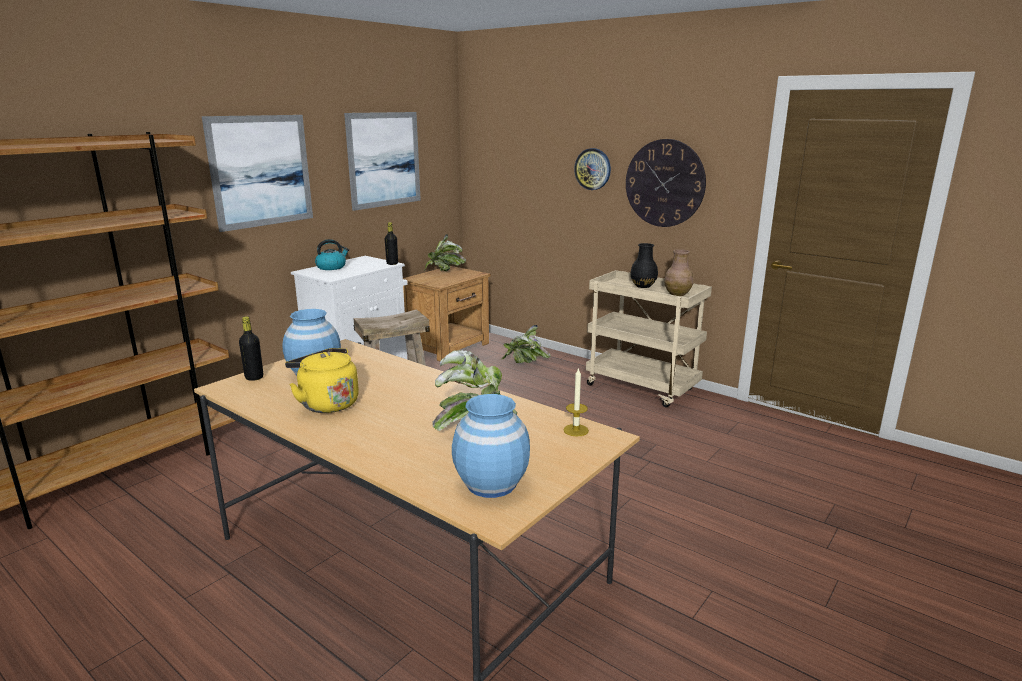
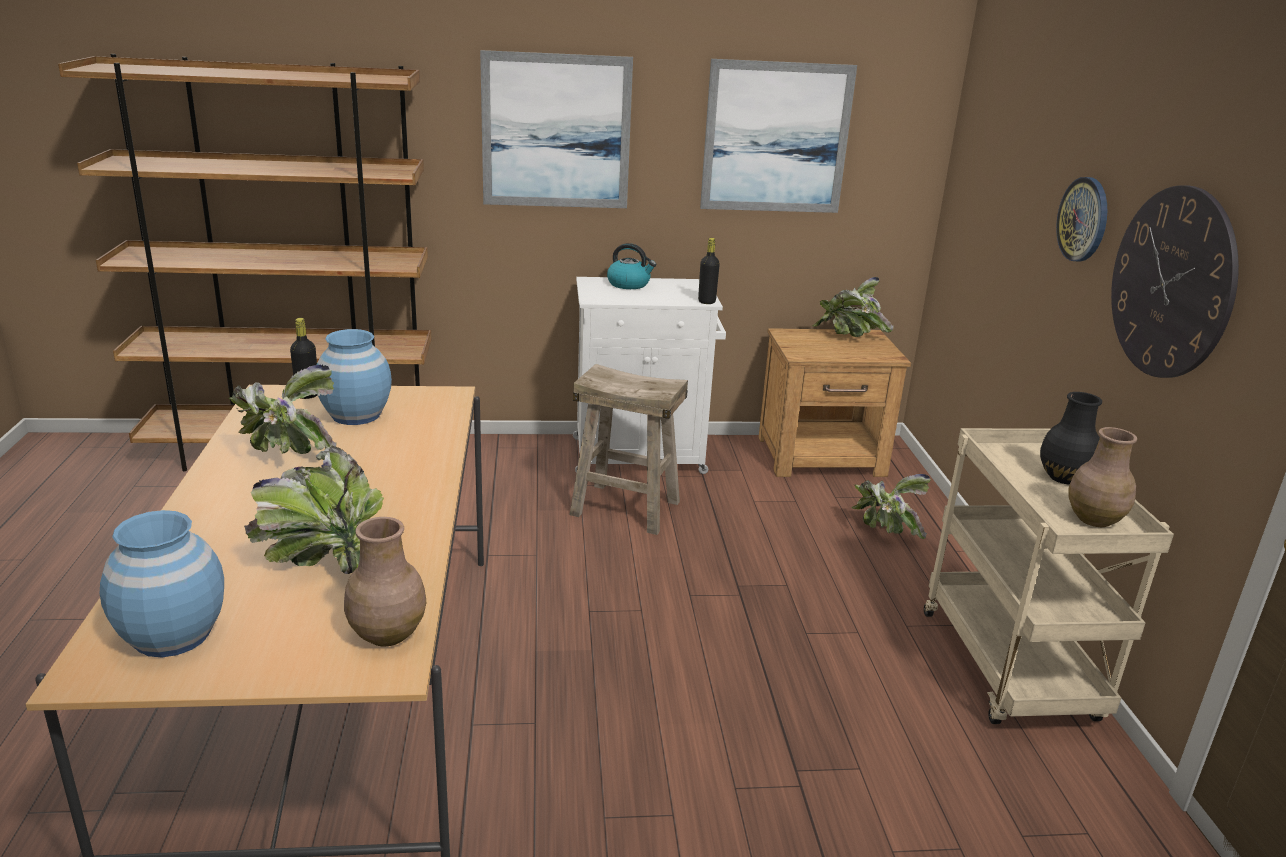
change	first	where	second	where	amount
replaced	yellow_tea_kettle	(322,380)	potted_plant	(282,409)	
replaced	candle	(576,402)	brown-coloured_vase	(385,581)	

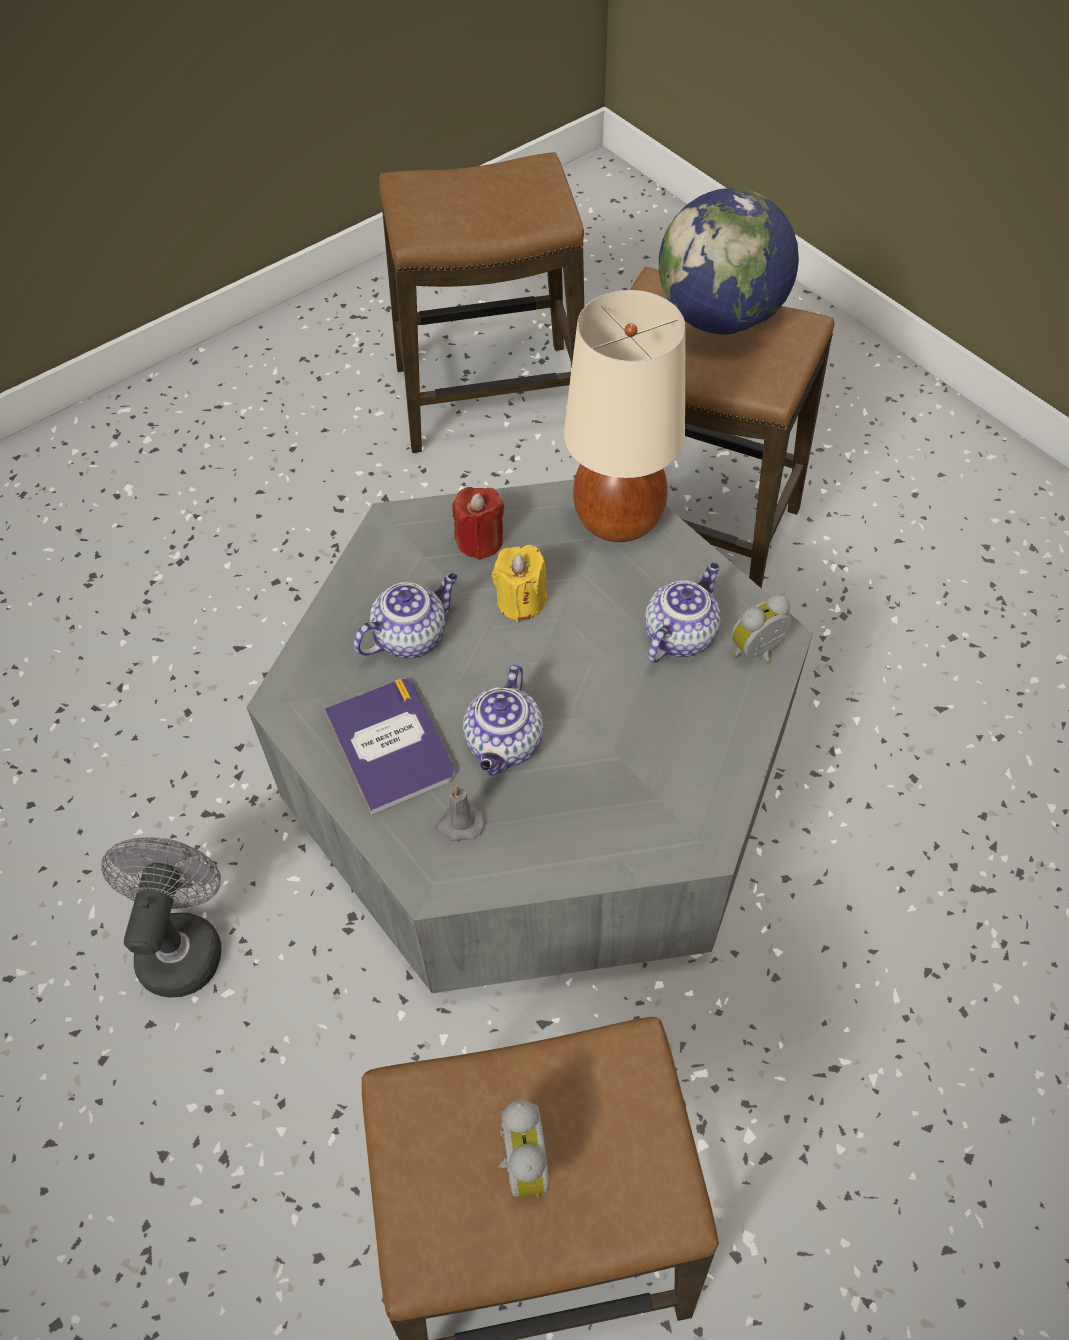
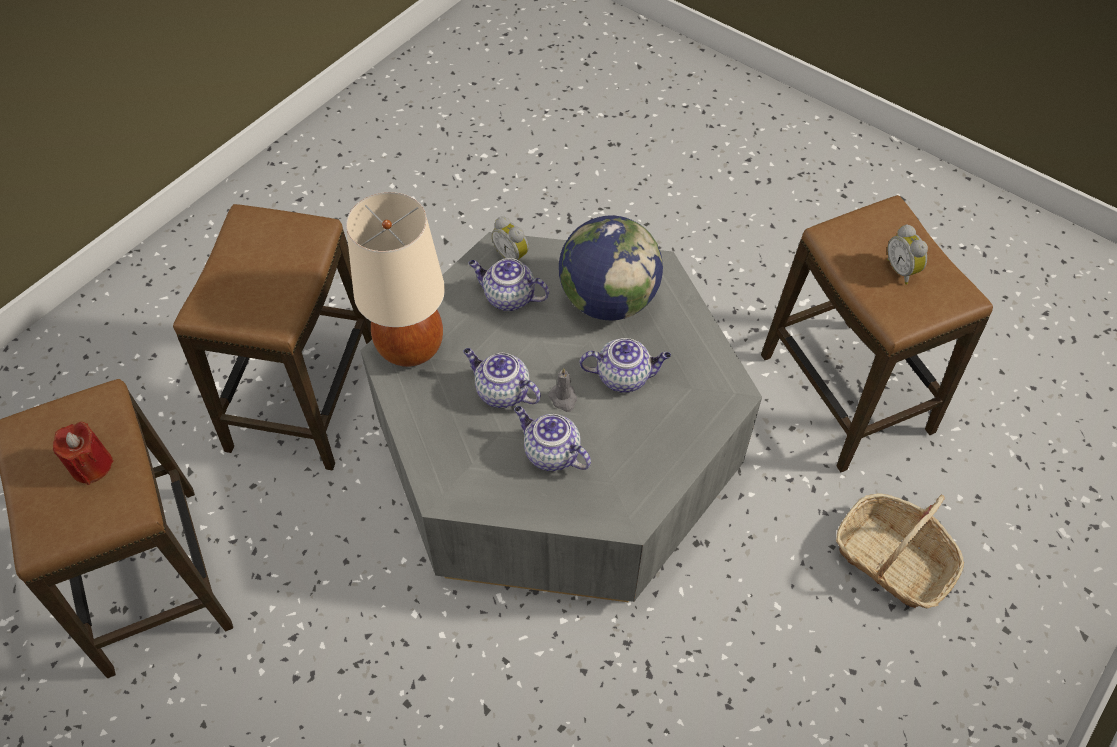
change	first	where	second	where	amount
removed	greyish_electric_fan	(161,917)			
removed	volume	(389,747)			
added			household_basket	(900,550)	
moved	greyish_candle	(459,813)		(562,390)	
moved	red-coloured_candle	(478,523)		(83,453)	
moved	globe	(729,261)		(611,267)	
replaced	yellow_candle	(519,583)	pot_for_tea	(502,378)	
turned	alarm_clock	(523,1148)		(907,254)	90 degrees counterclockwise

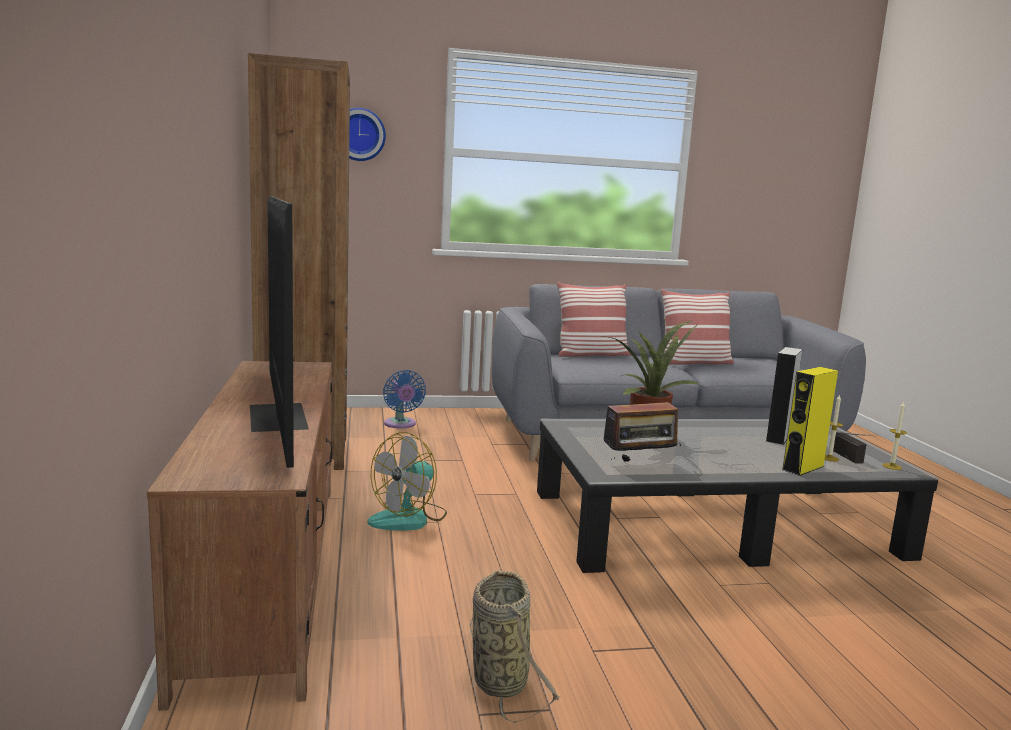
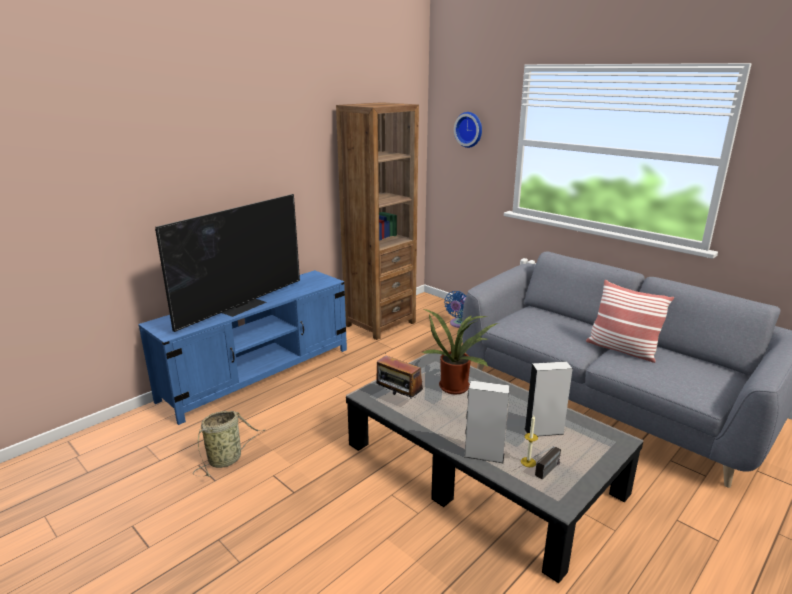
change	first	where	second	where	amount
removed	electric_fan	(407,481)			
removed	cushion	(594,319)			
removed	candle	(894,435)			
recoloured	brown-coloured_tv_unit	(239,536)	bluish_tv_unit	(242,347)	
recoloured	yellow_audio_speaker	(810,421)	greyish_audio_speaker	(487,422)	

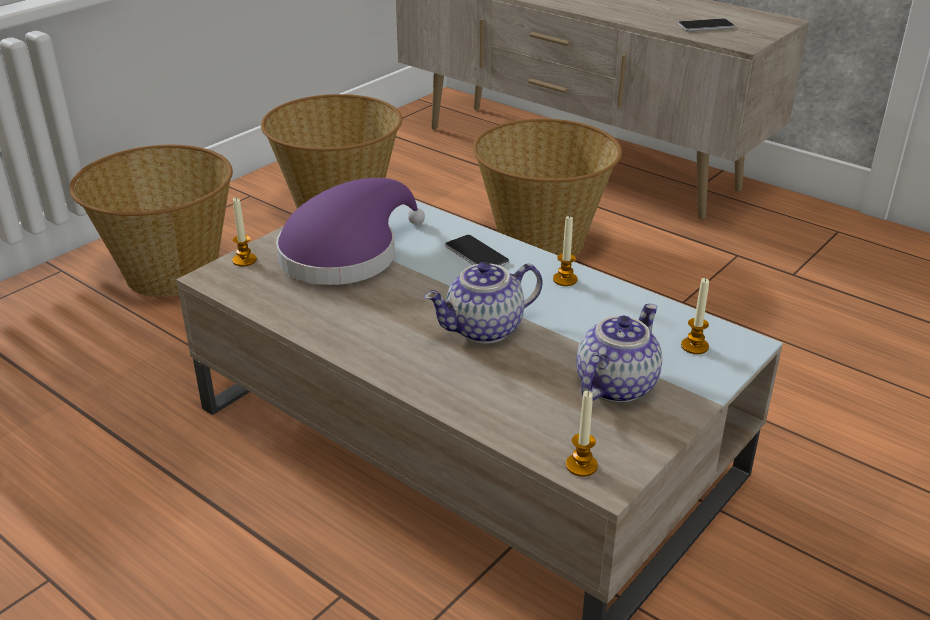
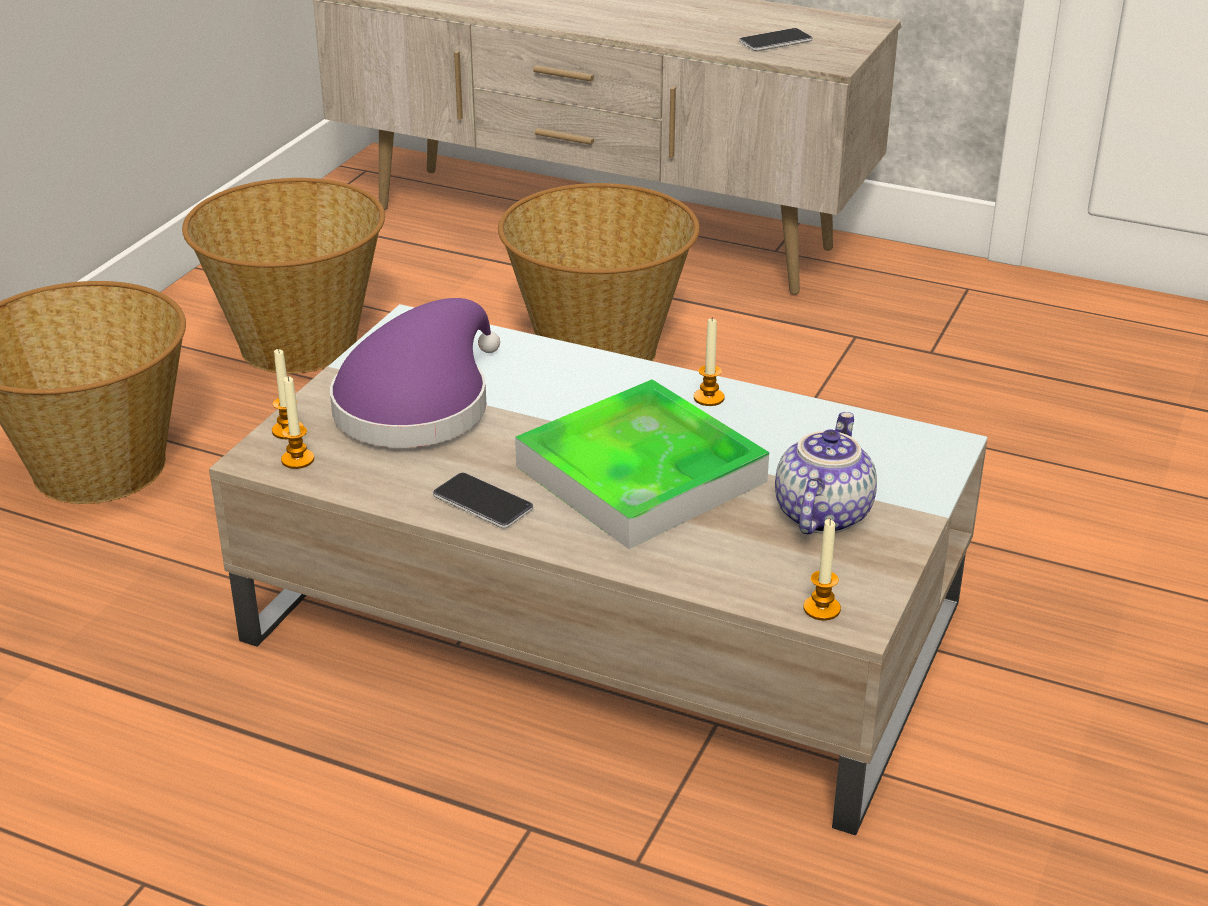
change	first	where	second	where	amount
moved	phone	(477,250)		(483,500)	
moved	candle	(695,316)		(297,422)	
replaced	pot_for_tea	(483,303)	tray	(642,464)	

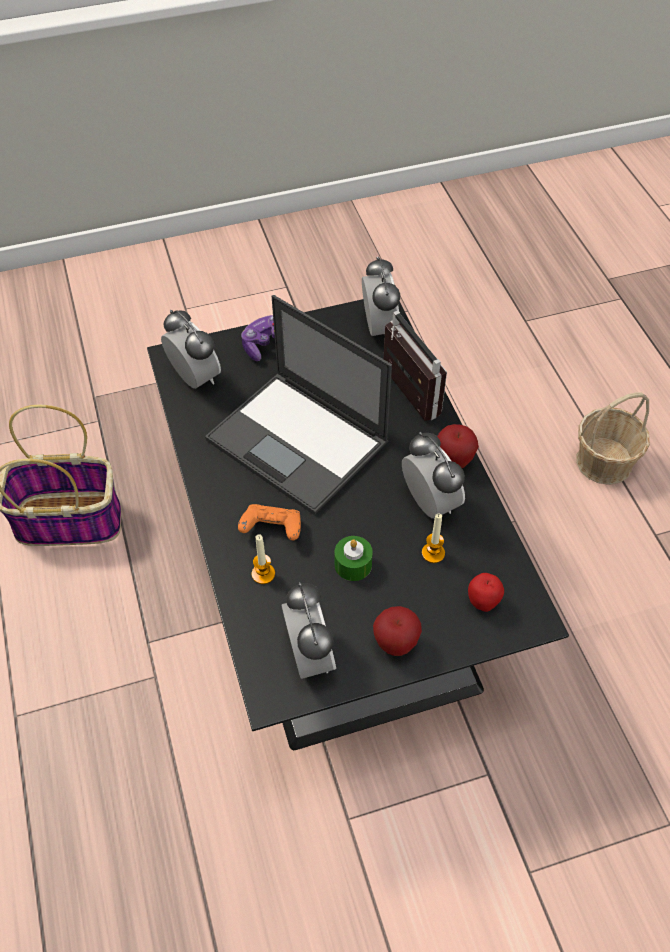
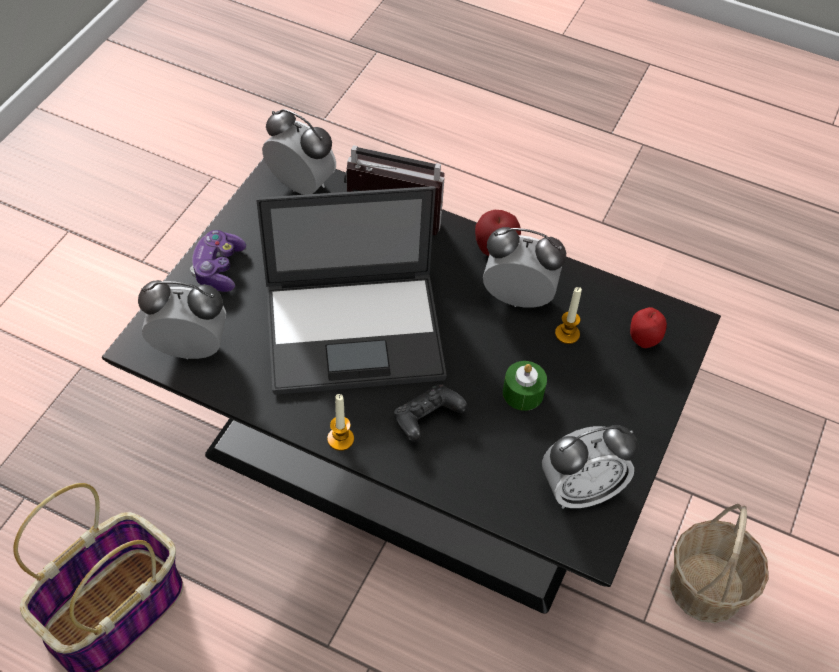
change	first	where	second	where	amount
removed	apple_fruit	(397,631)			
moved	candle	(263,559)		(340,422)	
moved	household_basket	(613,438)		(719,563)	
recoloured	orange-coloured_game_controller	(269,522)	blackish_game_controller	(430,413)	
turned	alarm_clock	(309,630)		(590,467)	135 degrees clockwise

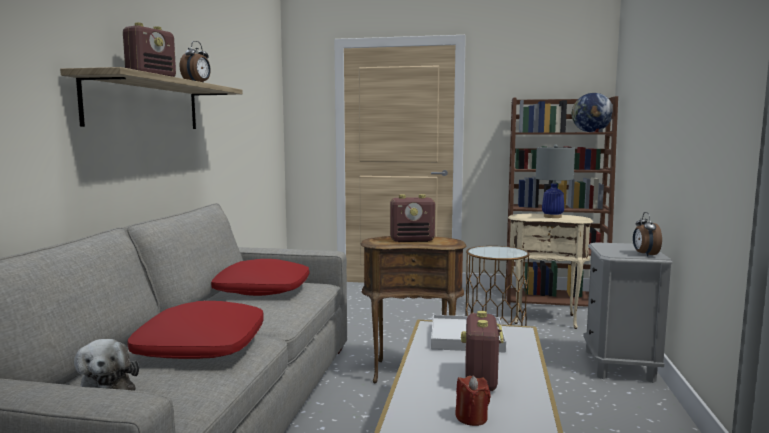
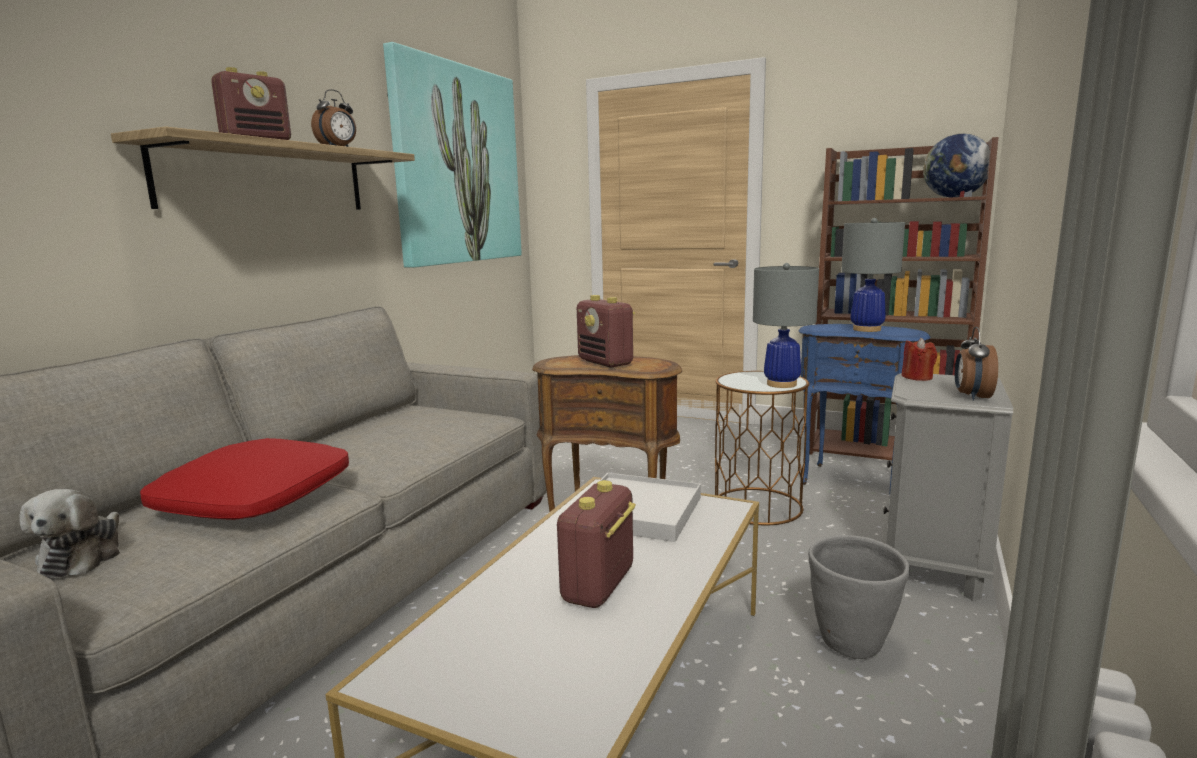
change	first	where	second	where	amount
removed	red-coloured_cushion	(260,277)			
added			wall_art	(452,155)	
added			greyish_table_lamp	(786,325)	
added			greyish_flower_pot	(858,597)	
moved	red-coloured_candle	(473,401)		(919,359)	
recoloured	beige_end_table	(550,271)	bluish_end_table	(864,406)	
turned	radio	(412,218)		(606,331)	45 degrees clockwise

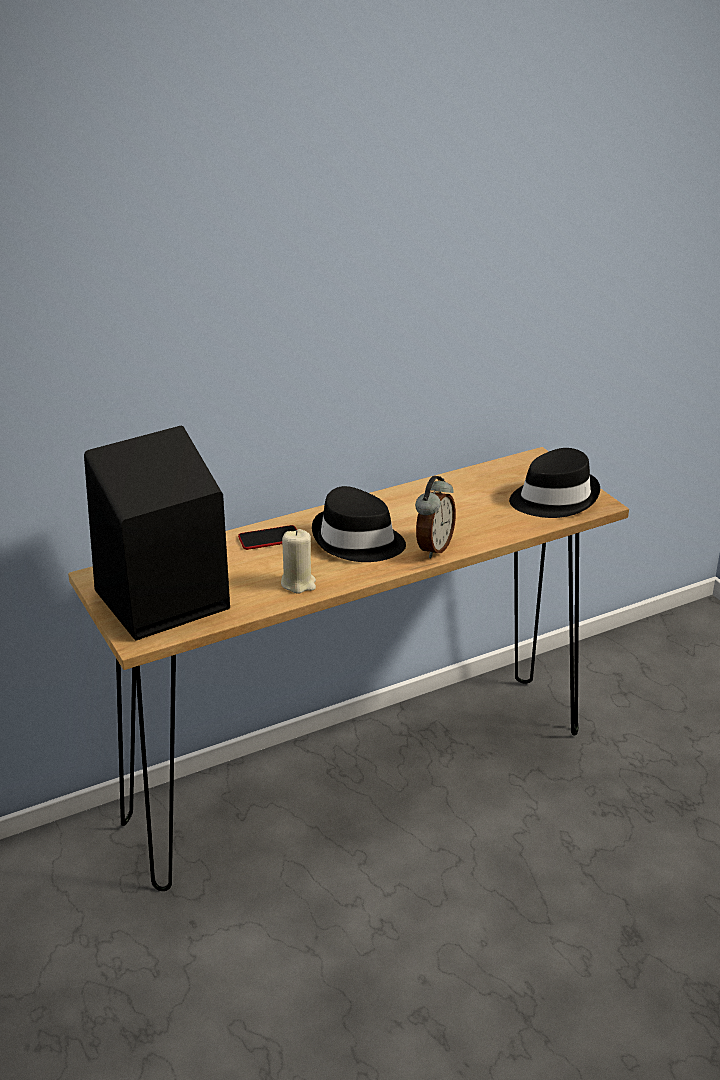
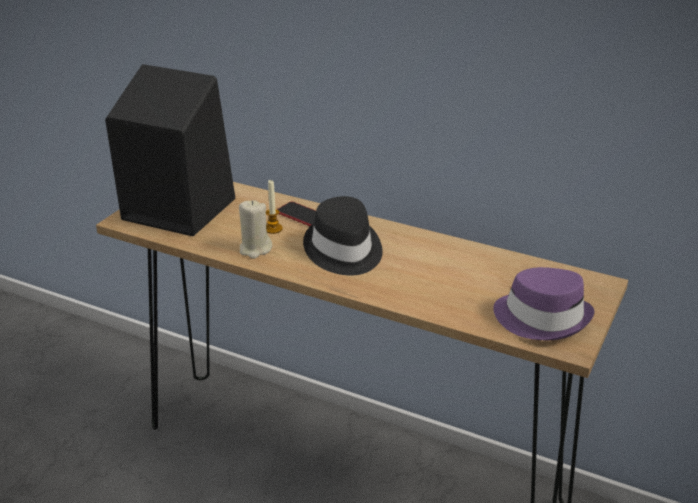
change	first	where	second	where	amount
removed	alarm_clock	(435,517)			
added			candle	(274,207)	
recoloured	blackish_clothing_hat	(554,483)	purple-coloured_clothing_hat	(543,303)	

